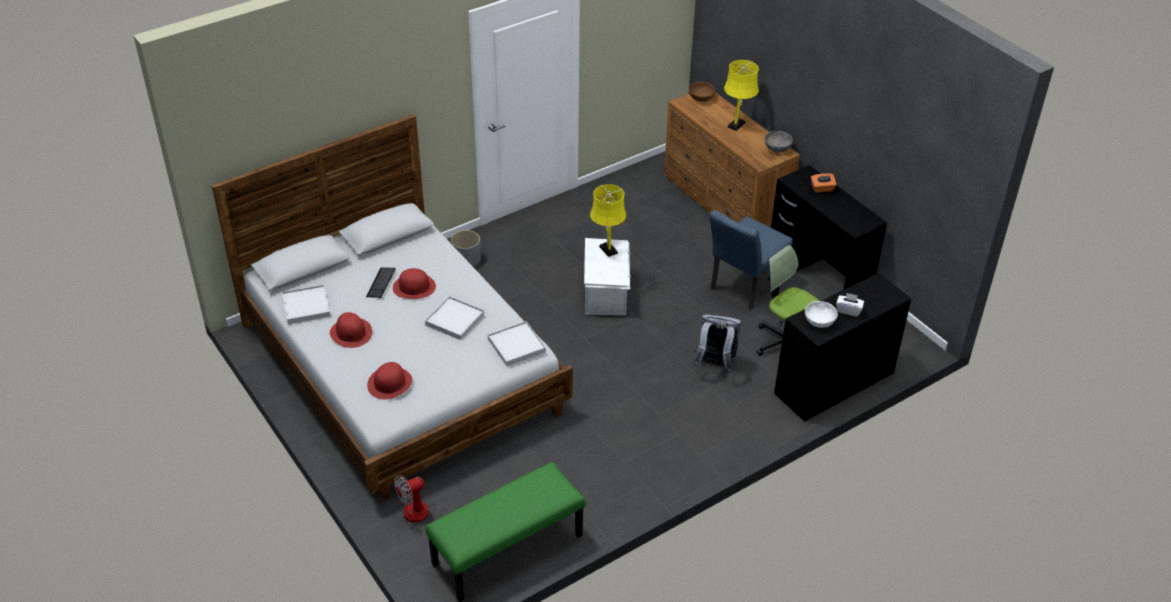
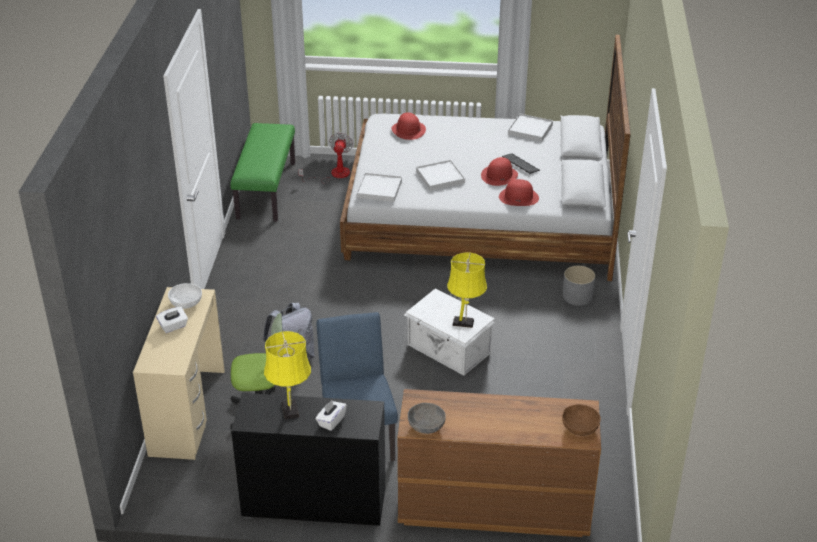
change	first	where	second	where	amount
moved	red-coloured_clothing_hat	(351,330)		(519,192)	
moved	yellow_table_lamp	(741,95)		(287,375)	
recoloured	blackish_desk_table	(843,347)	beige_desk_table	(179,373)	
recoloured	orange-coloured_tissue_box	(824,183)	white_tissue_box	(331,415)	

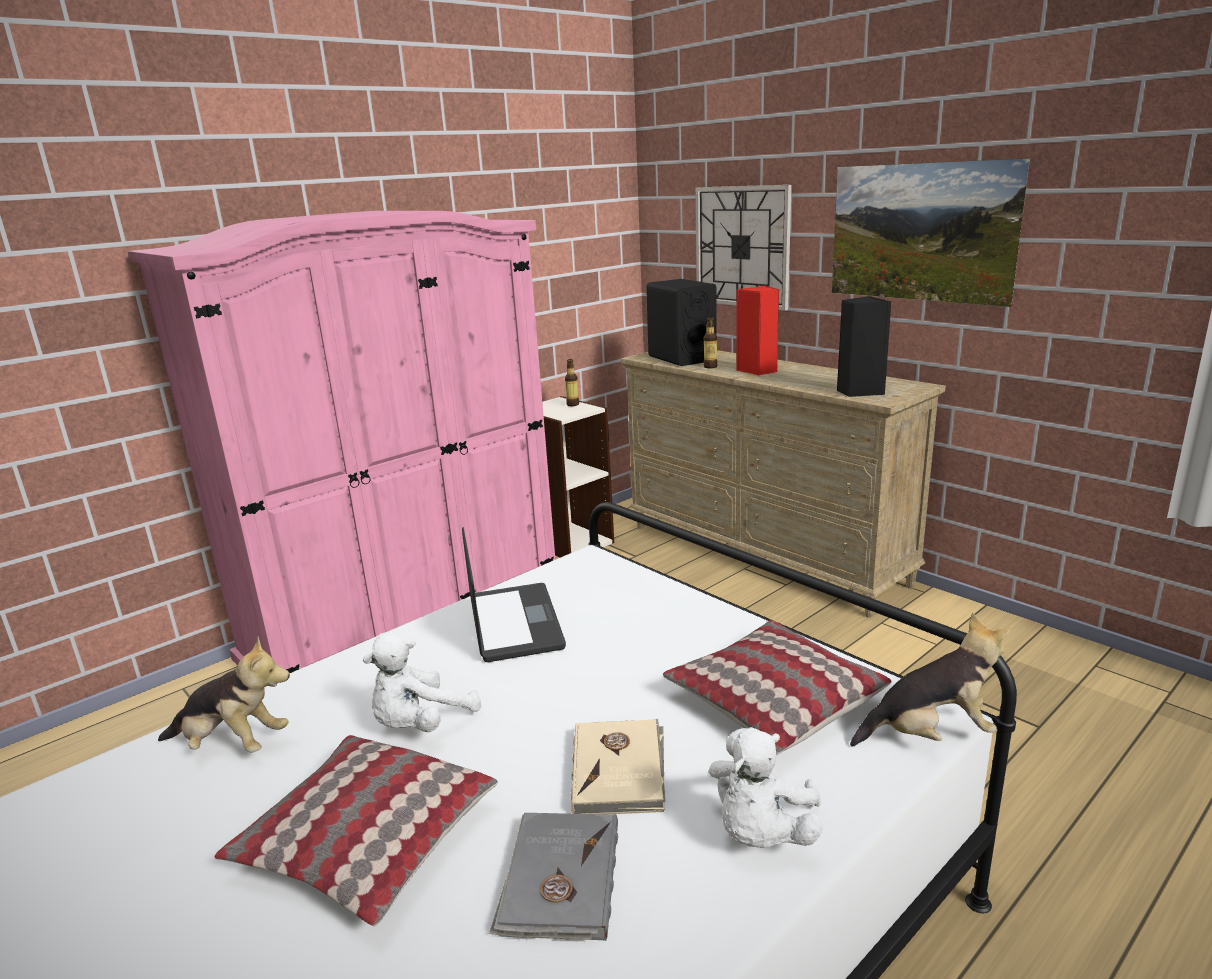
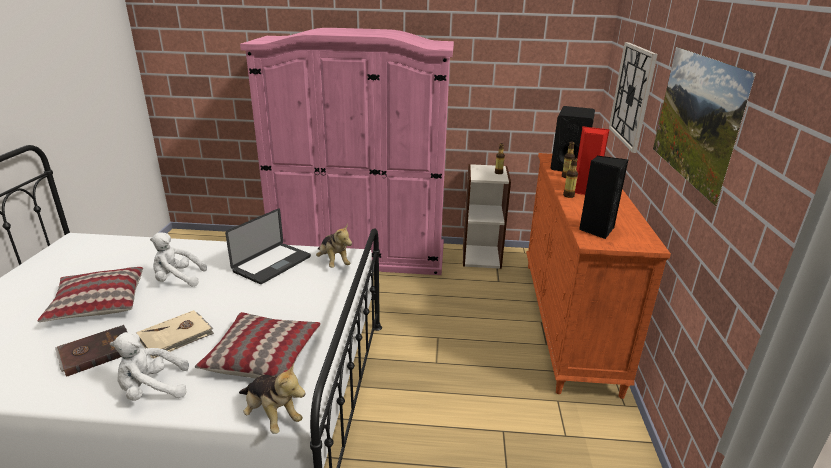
change	first	where	second	where	amount
added			beverage_bottle	(570,178)	
moved	soft_toy	(224,694)		(334,246)	
recoloured	greyish_volume	(553,877)	brown-coloured_volume	(91,351)	
recoloured	beige_drawer_chest	(783,484)	orange-coloured_drawer_chest	(598,276)	

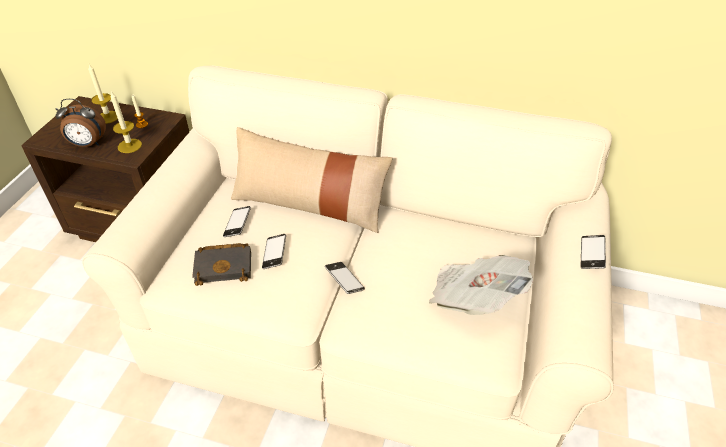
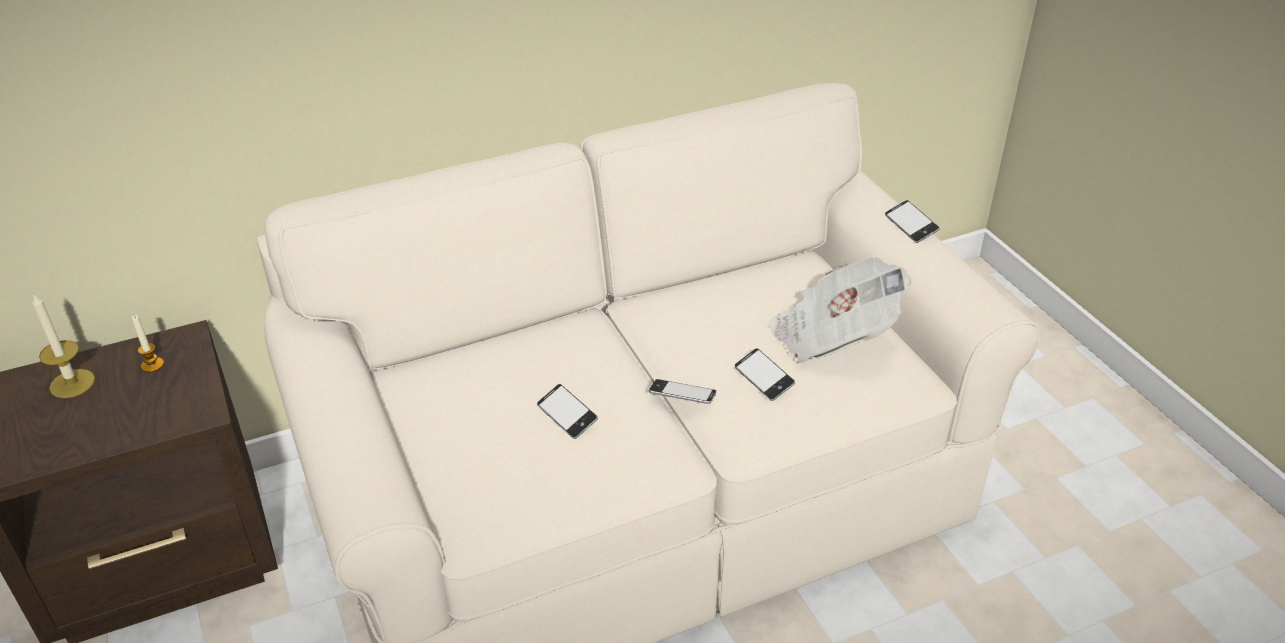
change	first	where	second	where	amount
removed	alarm_clock	(80,123)			
removed	candle	(126,122)			
removed	blackish_volume	(221,264)			
removed	beige_cushion	(312,180)			
moved	phone	(237,221)		(765,374)	

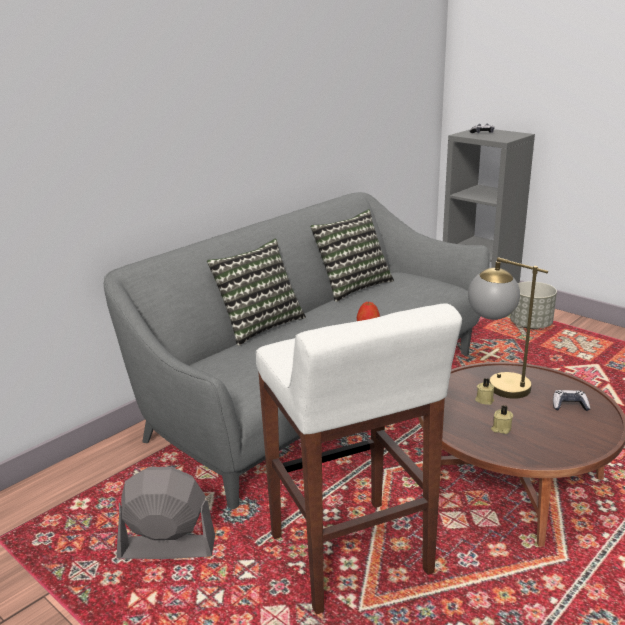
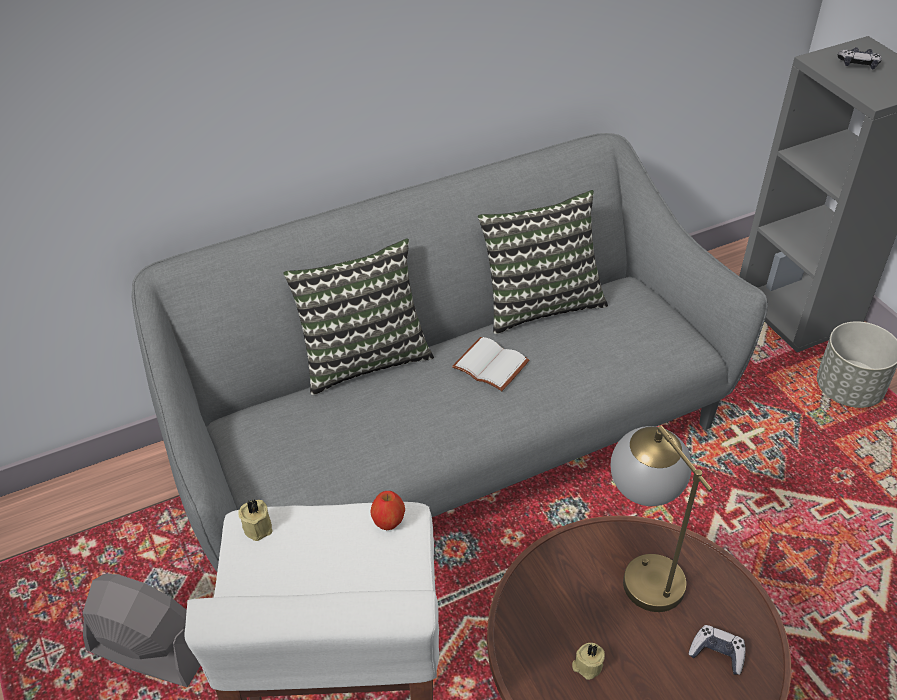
change	first	where	second	where	amount
added			white_volume	(490,364)	
moved	beige_candle	(484,391)		(255,520)	

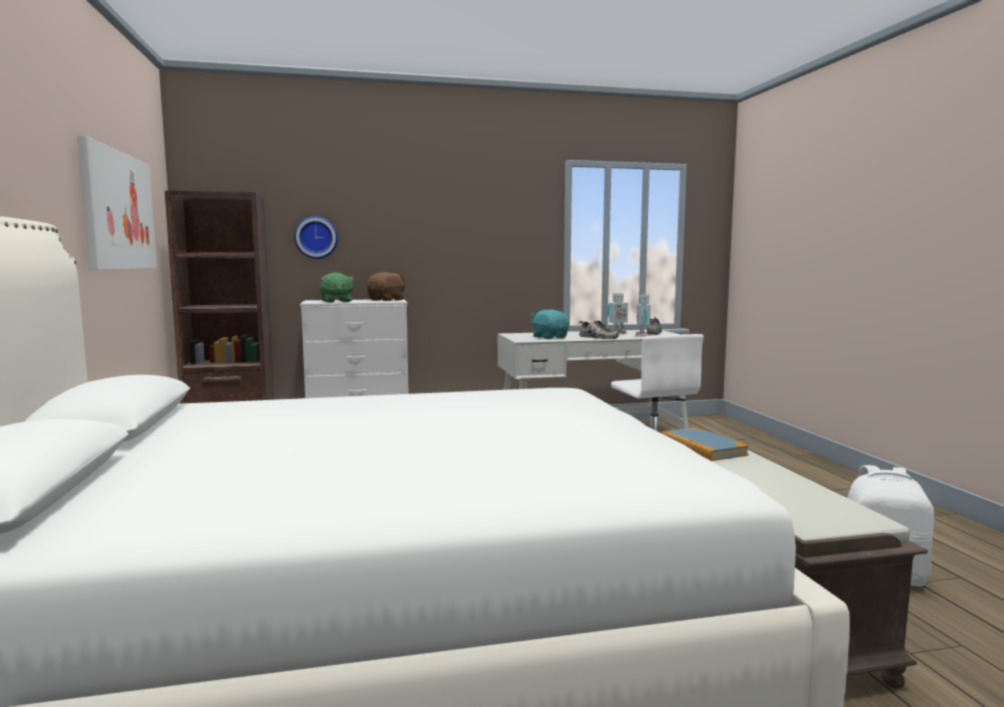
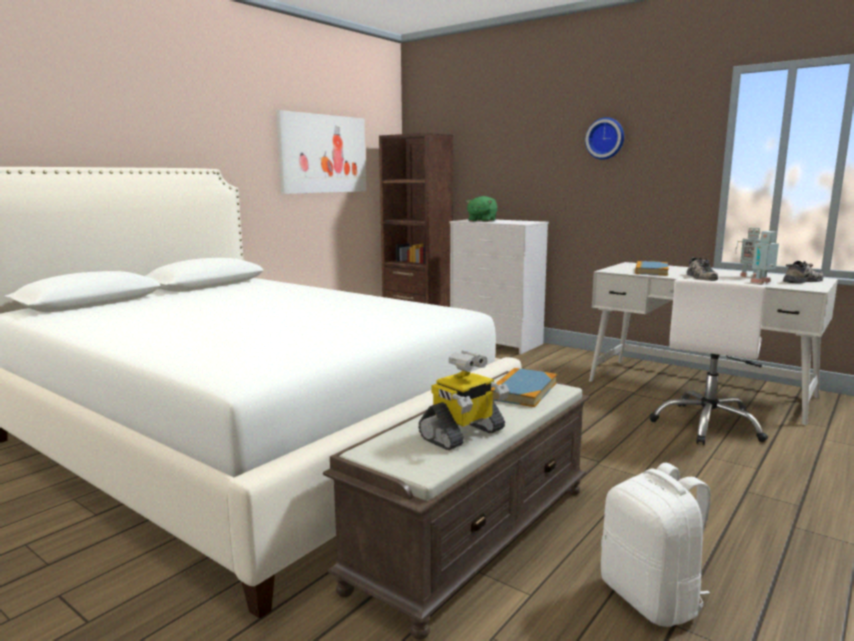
change	first	where	second	where	amount
removed	brown-coloured_soft_toy	(386,286)			
added			robot_figure	(464,400)	
moved	hanging_clock	(316,237)		(604,138)	
replaced	blue-green_soft_toy	(550,324)	volume	(652,268)	

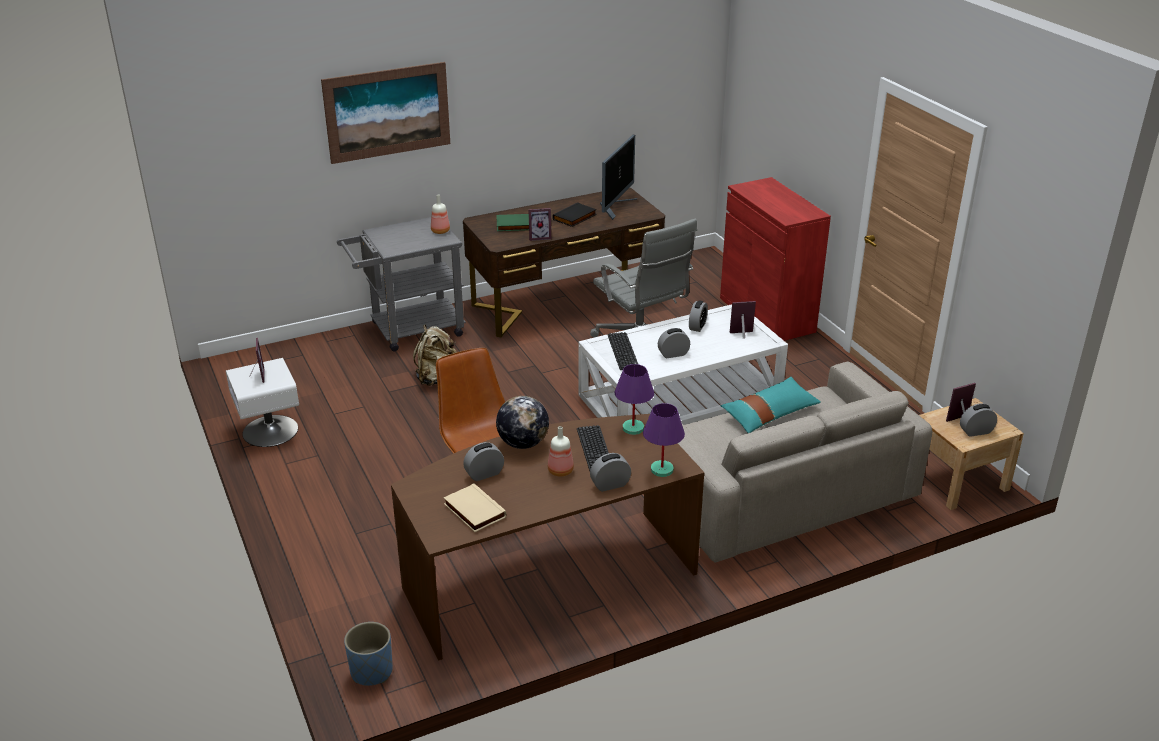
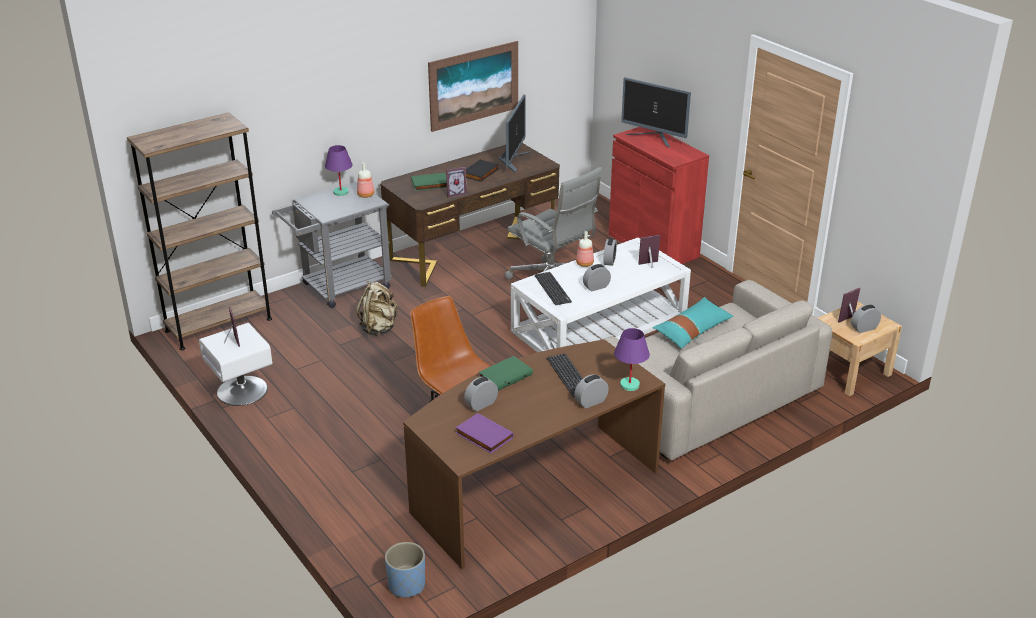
change	first	where	second	where	amount
added			brown-coloured_shelving_unit	(199,231)	
added			computer_screen	(656,112)	
moved	wall_art	(385,113)		(473,86)	
moved	beverage_bottle	(561,451)		(585,249)	
moved	purple-coloured_table_lamp	(634,399)		(339,170)	
replaced	globe	(522,422)	green-coloured_volume	(506,373)	
recoloured	beige_volume	(474,507)	purple-coloured_volume	(484,433)	

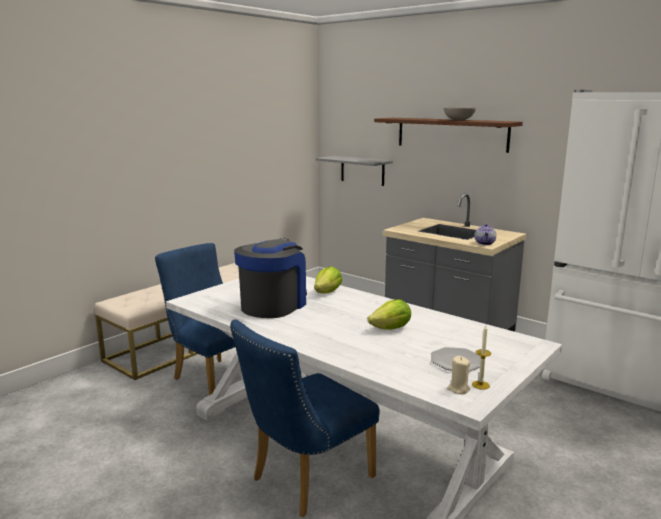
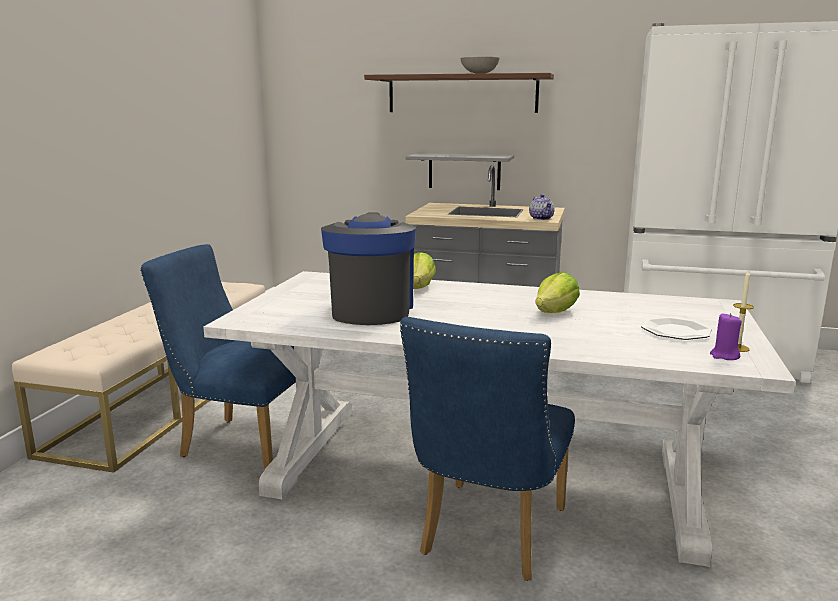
change	first	where	second	where	amount
moved	greyish_bracket_shelf	(354,171)		(460,171)	
recoloured	beige_candle	(458,375)	purple-coloured_candle	(726,336)	

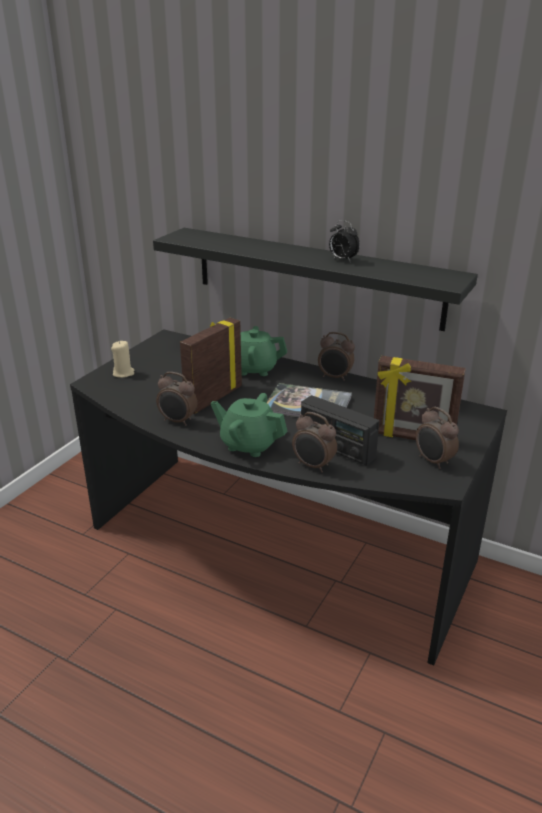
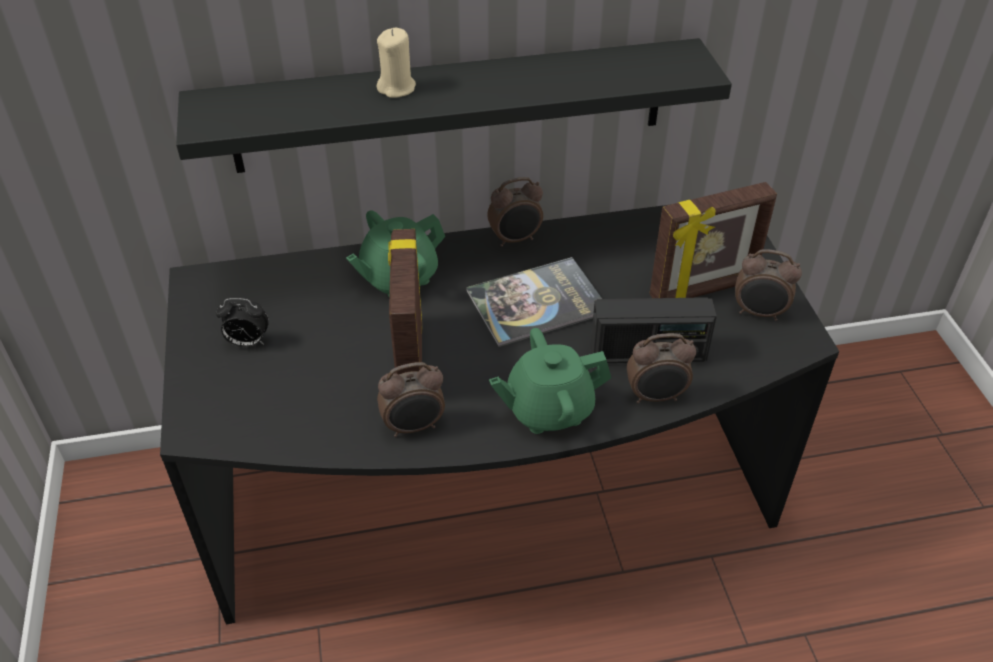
change	first	where	second	where	amount
moved	beige_candle	(122,359)		(396,63)	
moved	alarm_clock	(344,241)		(242,322)	

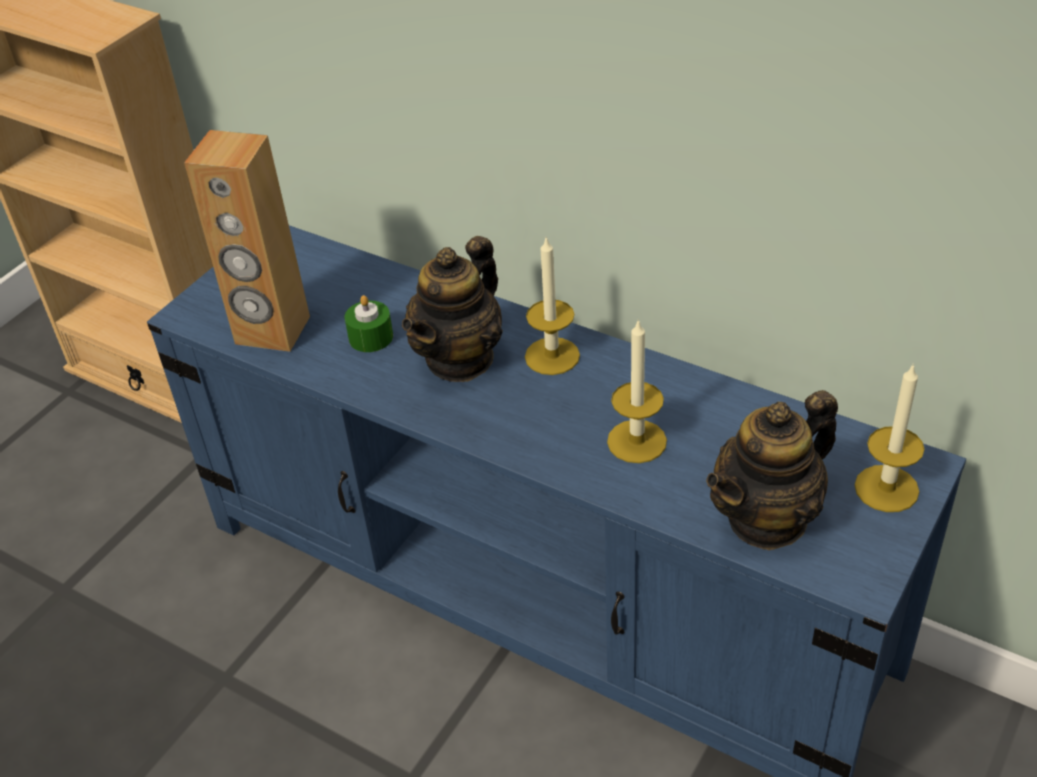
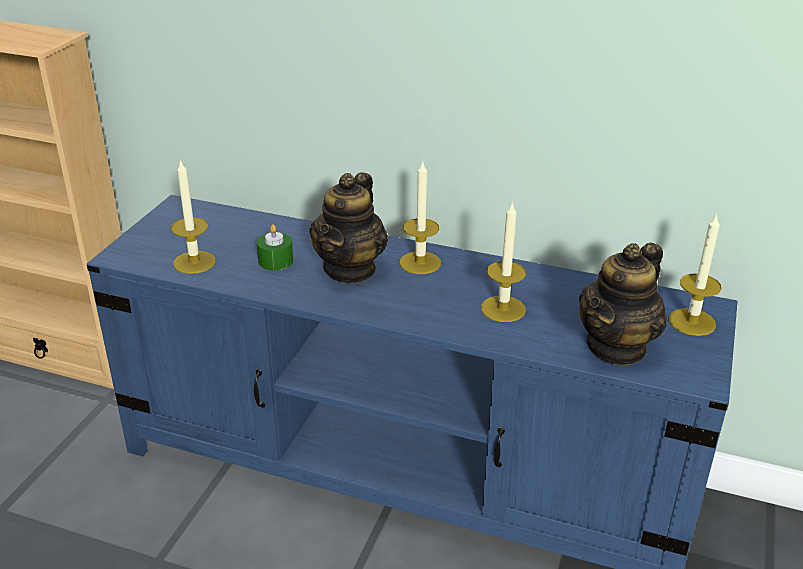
change	first	where	second	where	amount
replaced	brown-coloured_audio_speaker	(247,241)	candle	(193,216)	

